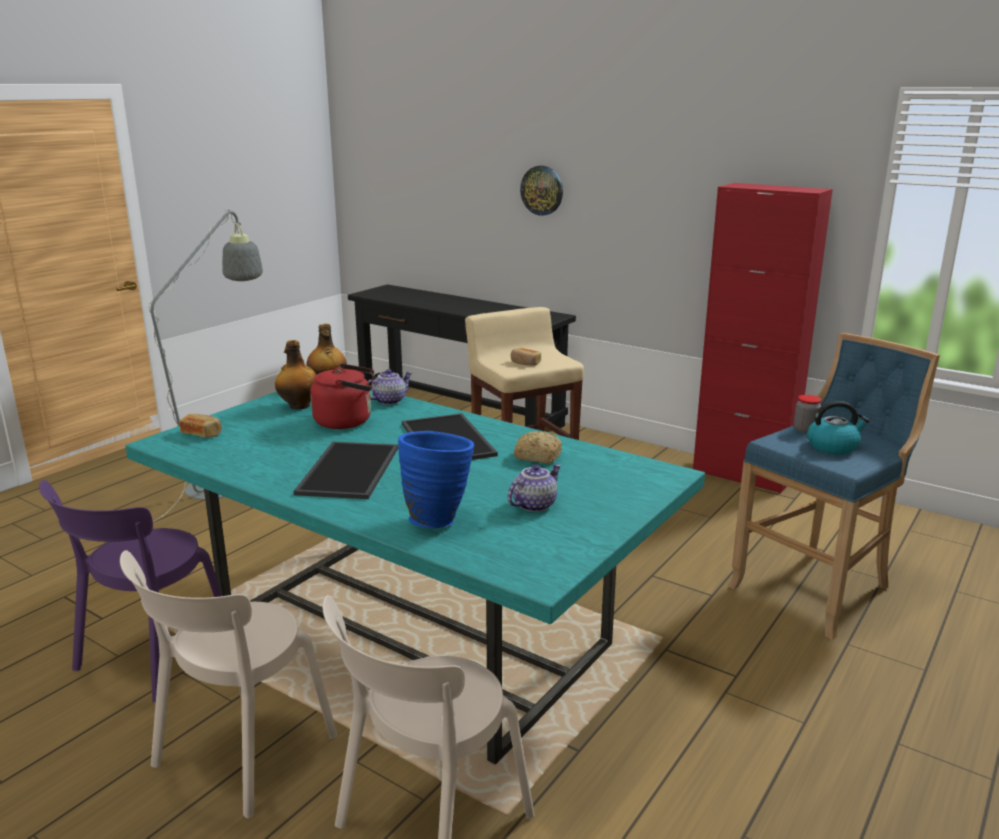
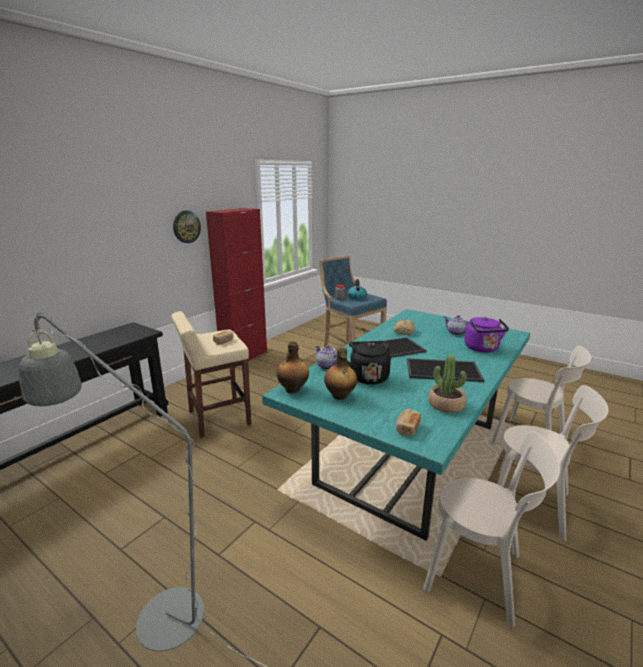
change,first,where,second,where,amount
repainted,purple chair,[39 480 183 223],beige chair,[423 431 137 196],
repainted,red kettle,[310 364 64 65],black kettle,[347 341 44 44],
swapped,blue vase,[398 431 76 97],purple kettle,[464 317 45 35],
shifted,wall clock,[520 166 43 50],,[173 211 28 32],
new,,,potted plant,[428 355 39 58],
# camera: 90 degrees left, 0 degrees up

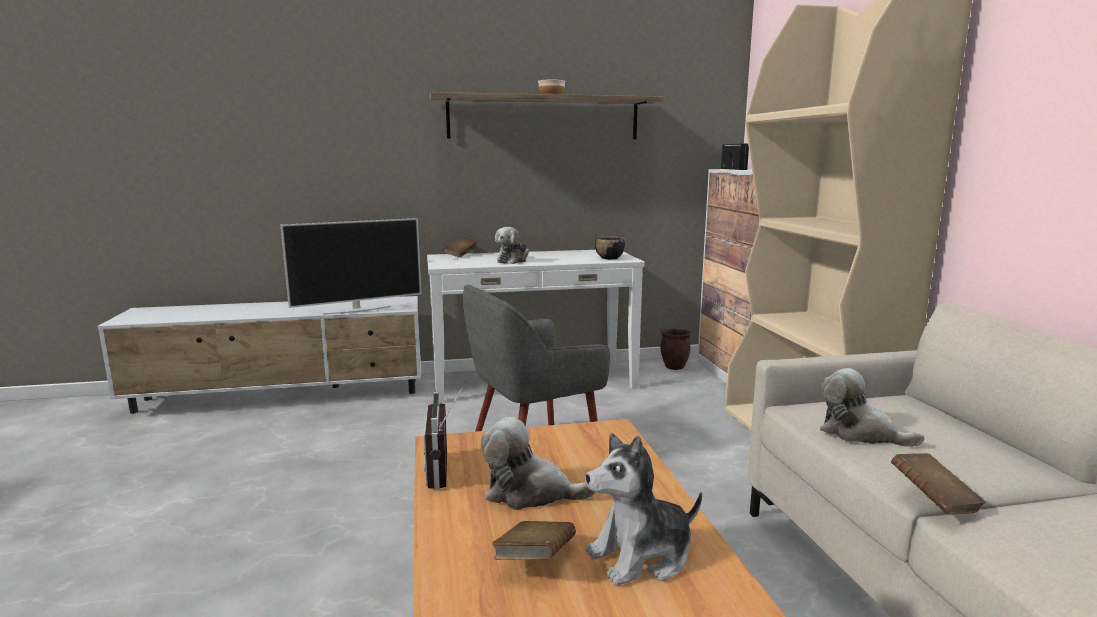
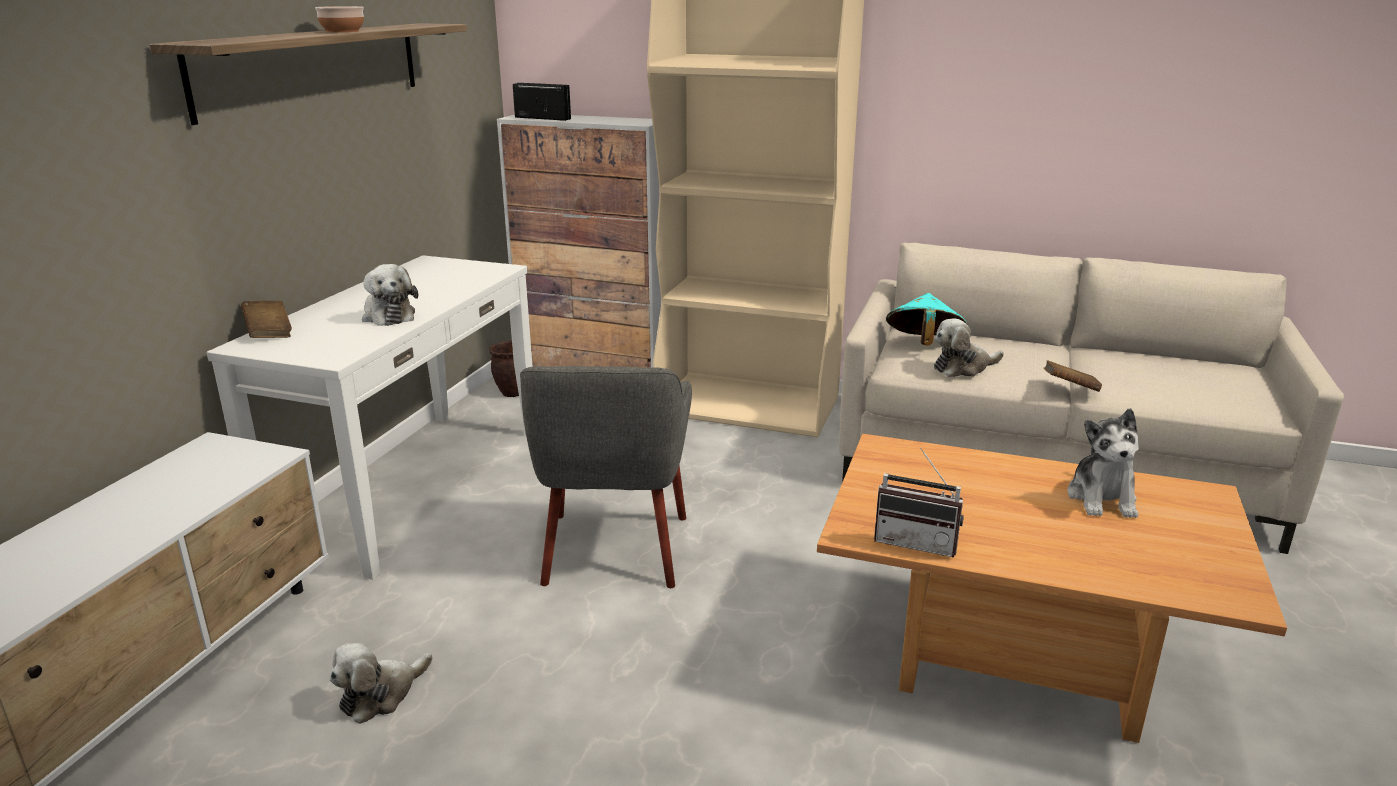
change,first,where,second,where,amount
gone,television,[281 218 140 97],,,
shifted,plush toy,[481 417 114 93],,[329 643 104 81],
gone,brown book,[492 521 84 39],,,
gone,black bowl,[595 236 30 23],,,
new,,,turquoise hat,[886 293 81 53],
# camera: 60 degrees left, 10 degrees up

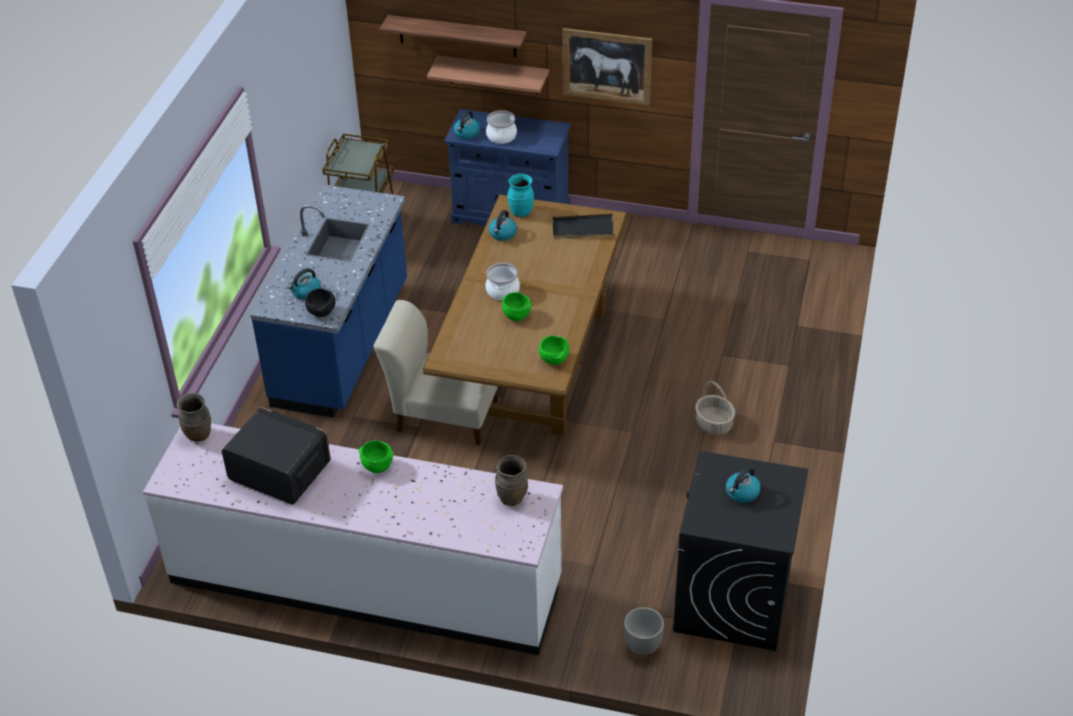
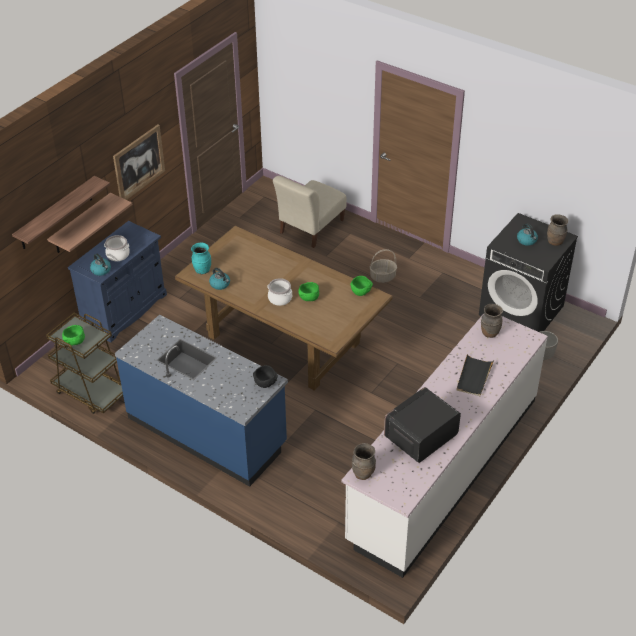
change,first,where,second,where,amount
gone,kettle,[288 268 33 32],,,
shifted,green bowl,[359 440 34 33],,[62 325 23 21],
shifted,beige chair,[374 300 124 145],,[273 176 74 72],
shifted,black tray,[553 213 61 26],,[457 354 37 42],
new,,,brown vase,[547 215 21 31],
# camera: 70 degrees left, 0 degrees up

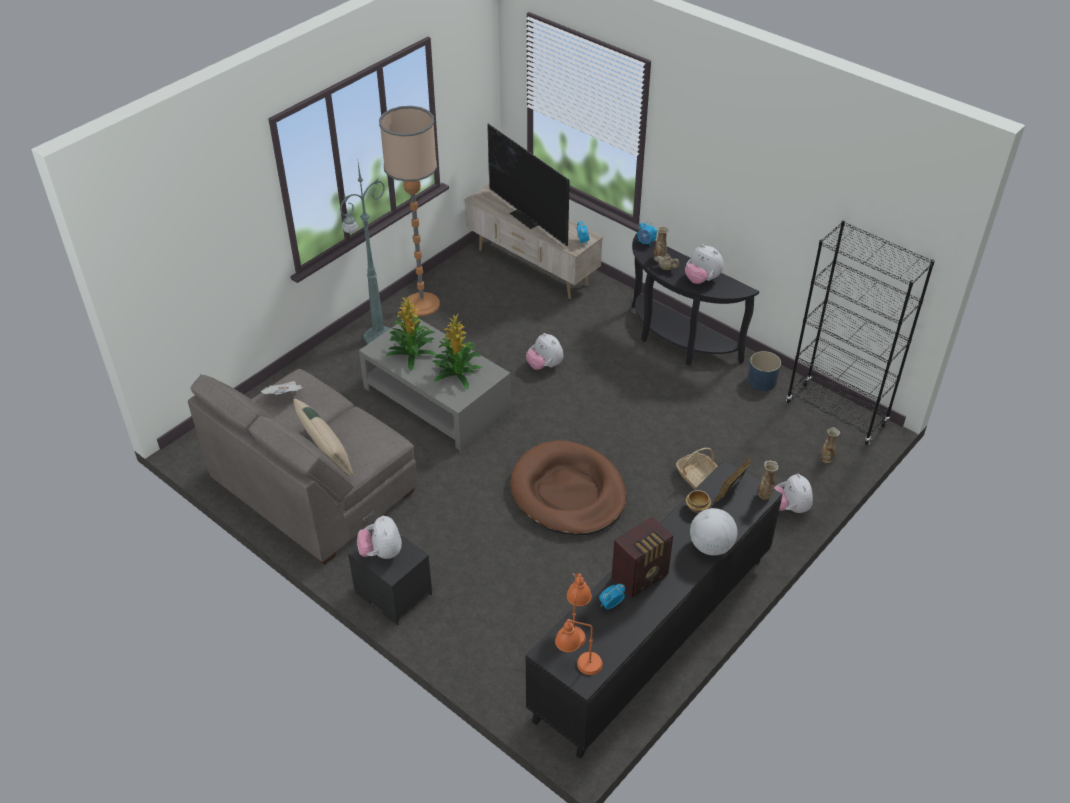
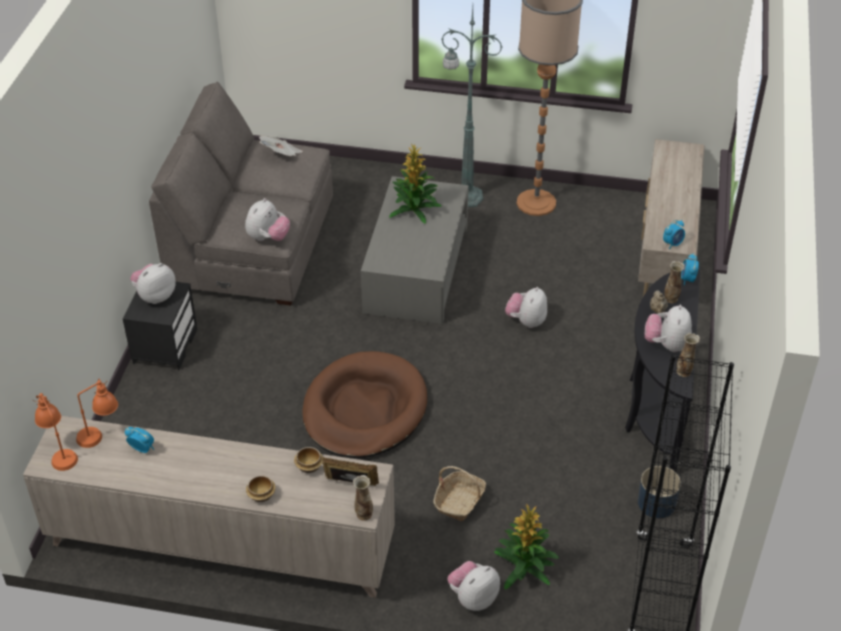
change,first,where,second,where,amount
gone,beige pillow,[294 399 60 77],,,
shifted,potted plant,[433 313 50 76],,[494 505 65 85],
gone,television,[487 123 83 123],,,
repainted,black cabinet,[526 460 256 299],beige cabinet,[23 416 372 182],
gone,radio,[612 517 61 81],,,
swapped,globe,[690 508 47 48],bowl,[246 476 30 26],
shifted,vase,[821 427 19 36],,[677 333 23 44],
new,,,plush toy,[245 198 45 43],
# camera: 60 degrees right, 0 degrees up

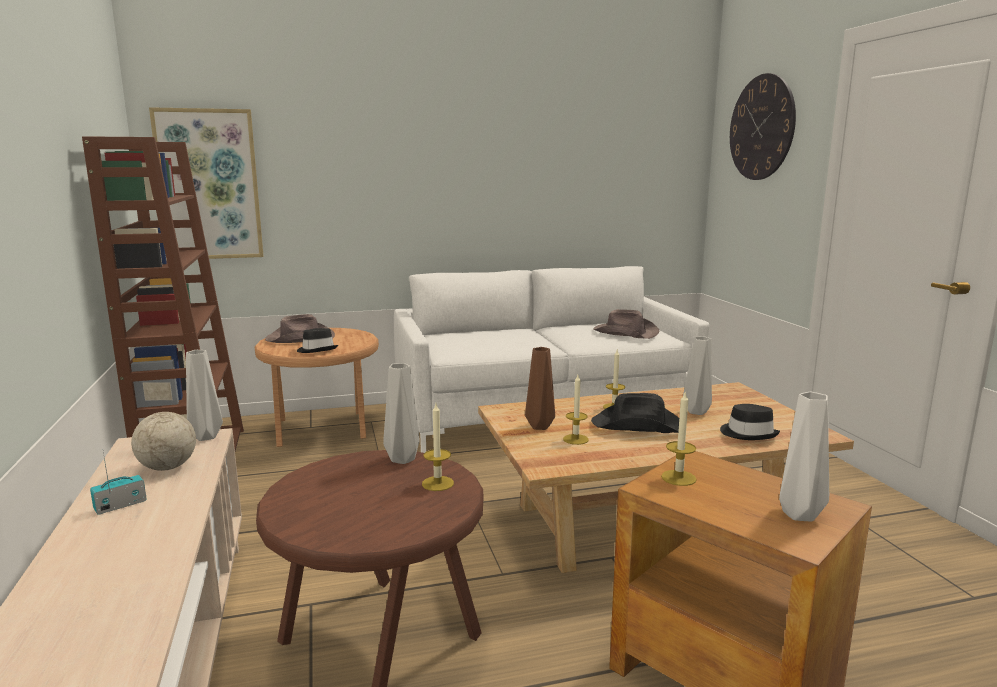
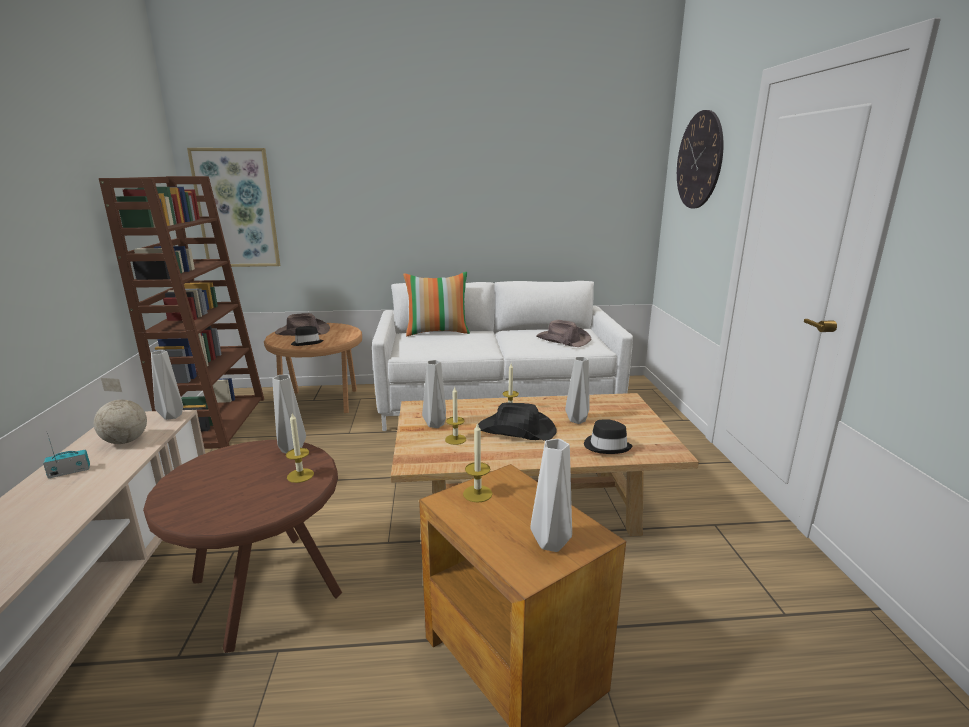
change,first,where,second,where,amount
repainted,brown vase,[525 347 30 83],grey vase,[422 360 24 68],
new,,,pillow,[403 272 67 64],
# camera: 10 degrees right, 5 degrees up

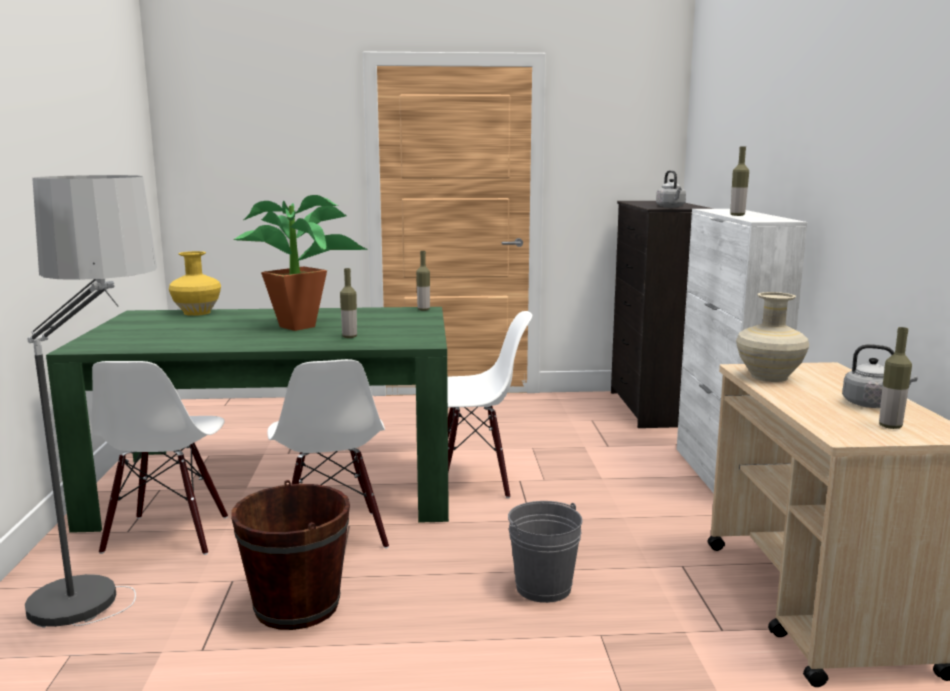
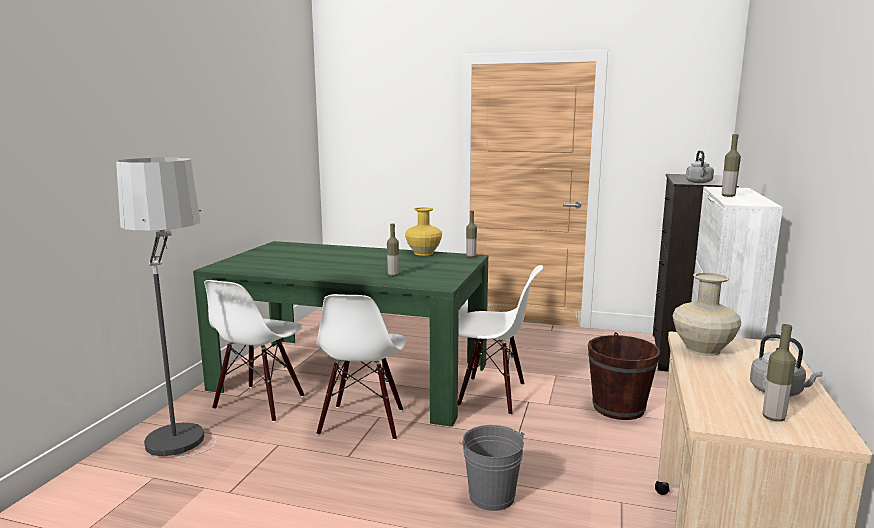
change,first,where,second,where,amount
shifted,yellow vase,[169 251 52 65],,[405 207 37 49],
shifted,brown bucket,[231 480 119 150],,[588 332 72 88],
gone,potted plant,[233 195 134 136],,,
# camera: 20 degrees right, 0 degrees up

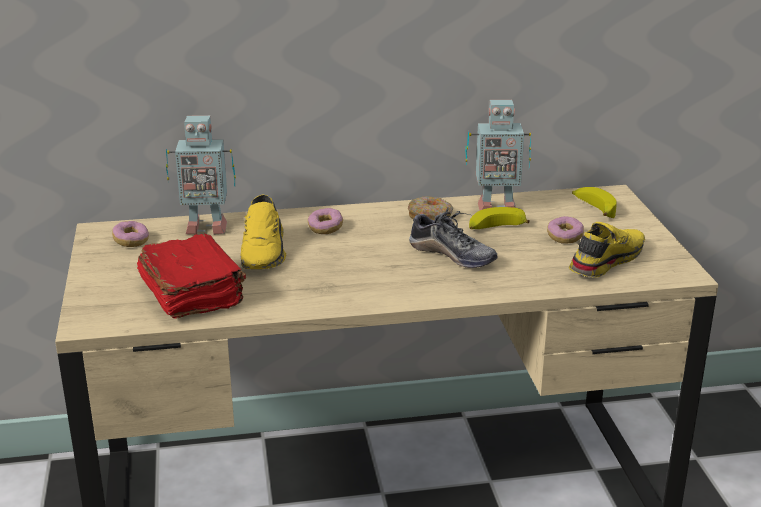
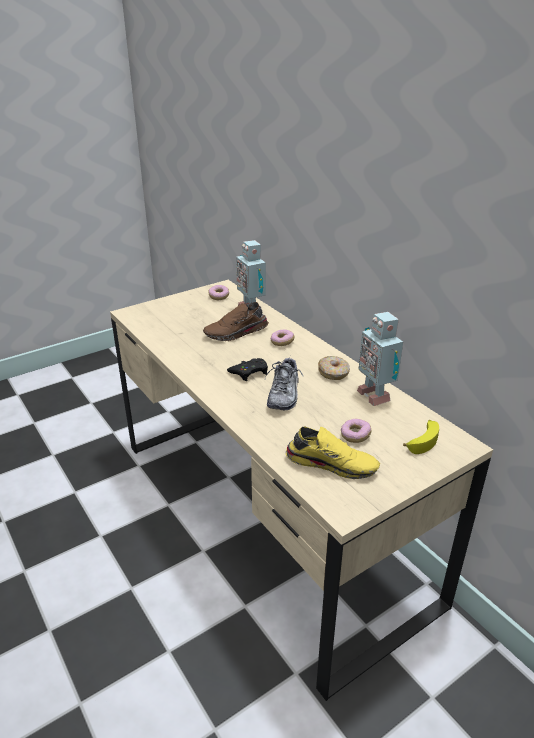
change,first,where,second,where,amount
gone,red book,[137 234 109 85],,,
repainted,yellow shoe,[240 195 46 74],brown shoe,[203 302 66 39],
gone,banana,[469 207 61 22],,,
new,,,black game controller,[227 358 41 23],
# camera: 65 degrees right, 5 degrees up

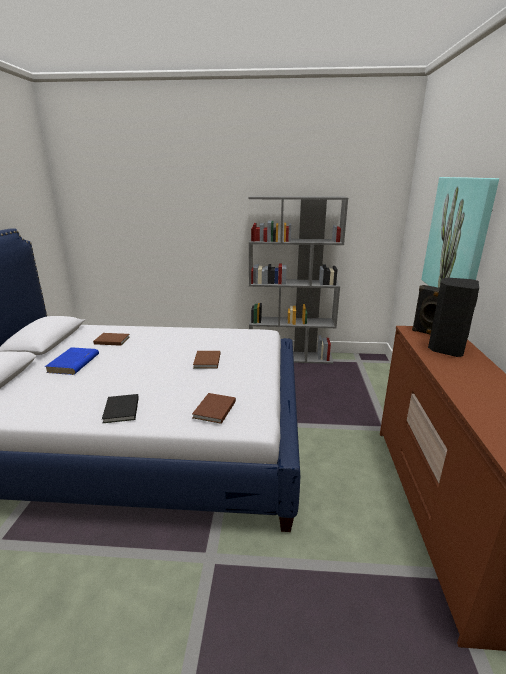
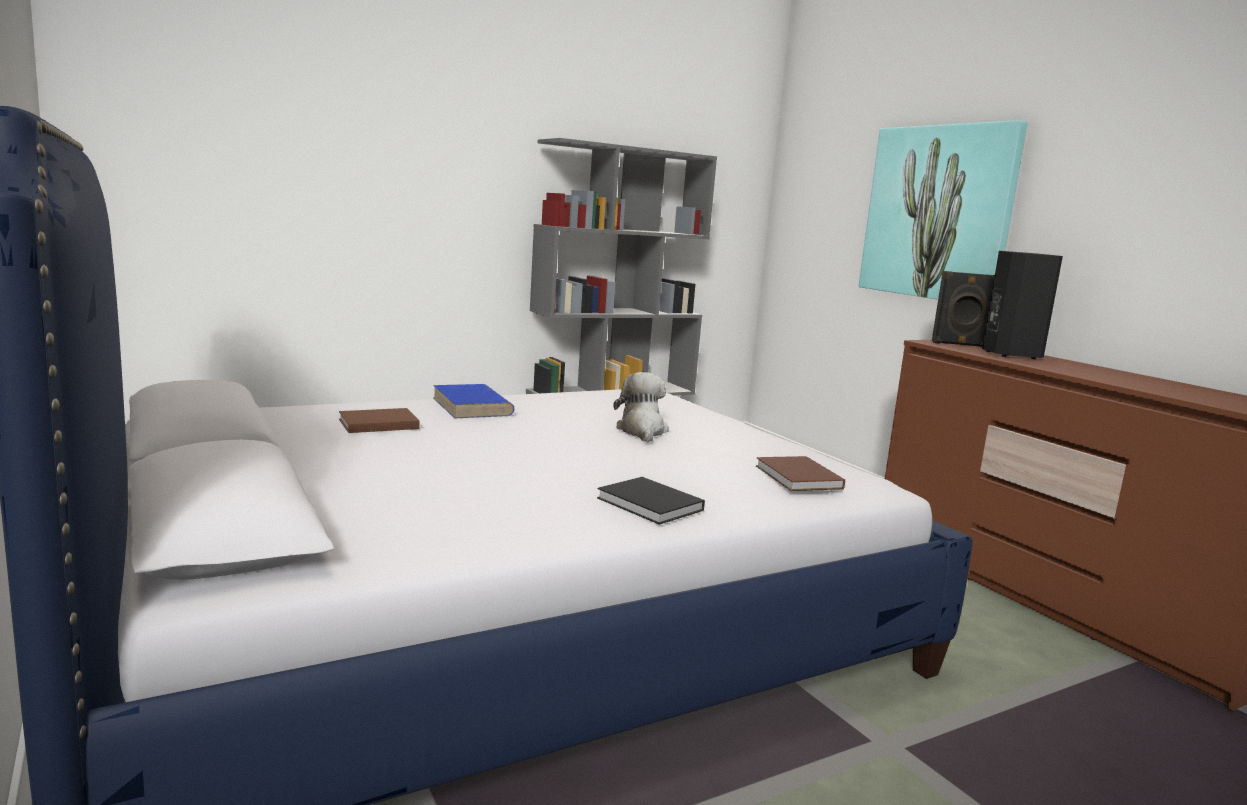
change,first,where,second,where,amount
shifted,blue book,[45 347 54 28],,[433 384 81 34],
swapped,brown book,[193 351 27 17],plush toy,[614 372 55 70],
# camera: 35 degrees left, 10 degrees down

